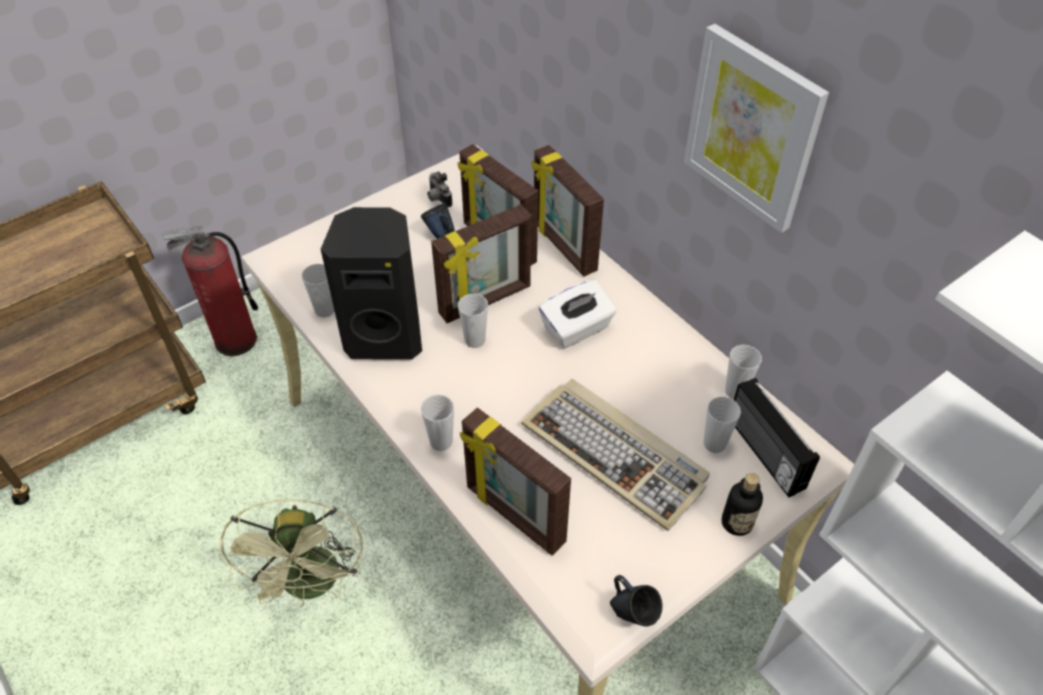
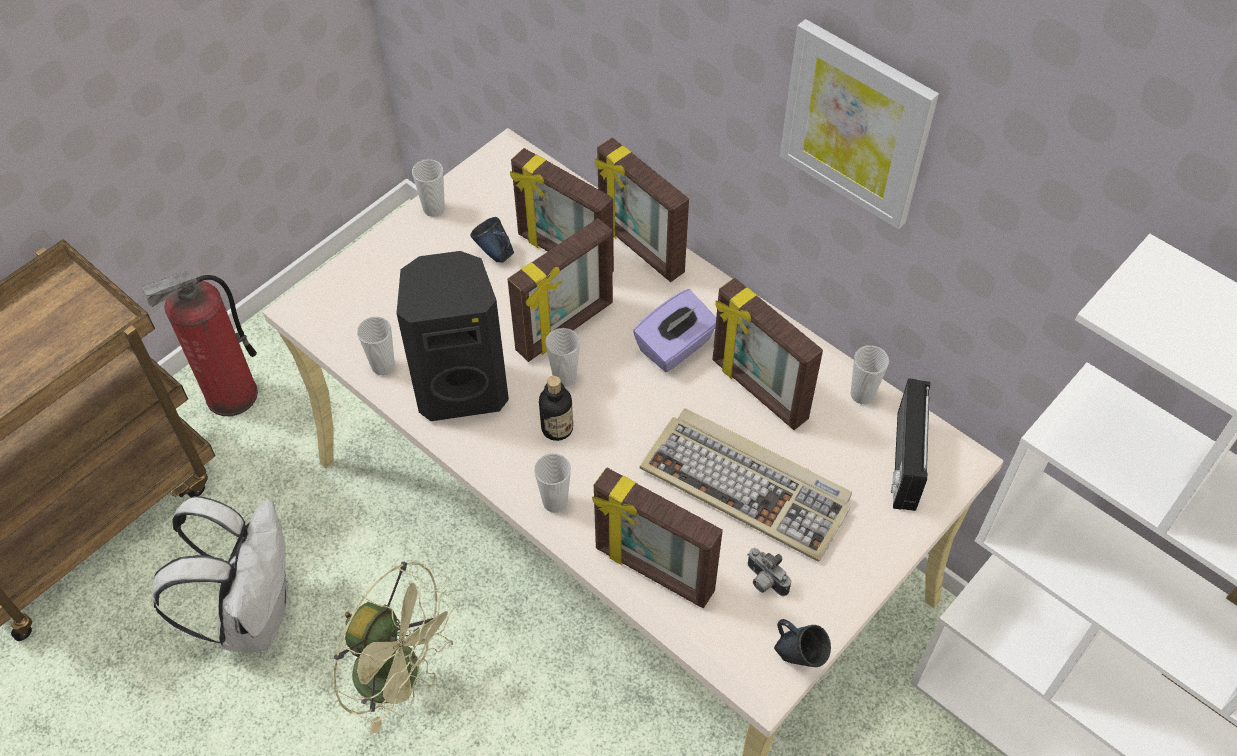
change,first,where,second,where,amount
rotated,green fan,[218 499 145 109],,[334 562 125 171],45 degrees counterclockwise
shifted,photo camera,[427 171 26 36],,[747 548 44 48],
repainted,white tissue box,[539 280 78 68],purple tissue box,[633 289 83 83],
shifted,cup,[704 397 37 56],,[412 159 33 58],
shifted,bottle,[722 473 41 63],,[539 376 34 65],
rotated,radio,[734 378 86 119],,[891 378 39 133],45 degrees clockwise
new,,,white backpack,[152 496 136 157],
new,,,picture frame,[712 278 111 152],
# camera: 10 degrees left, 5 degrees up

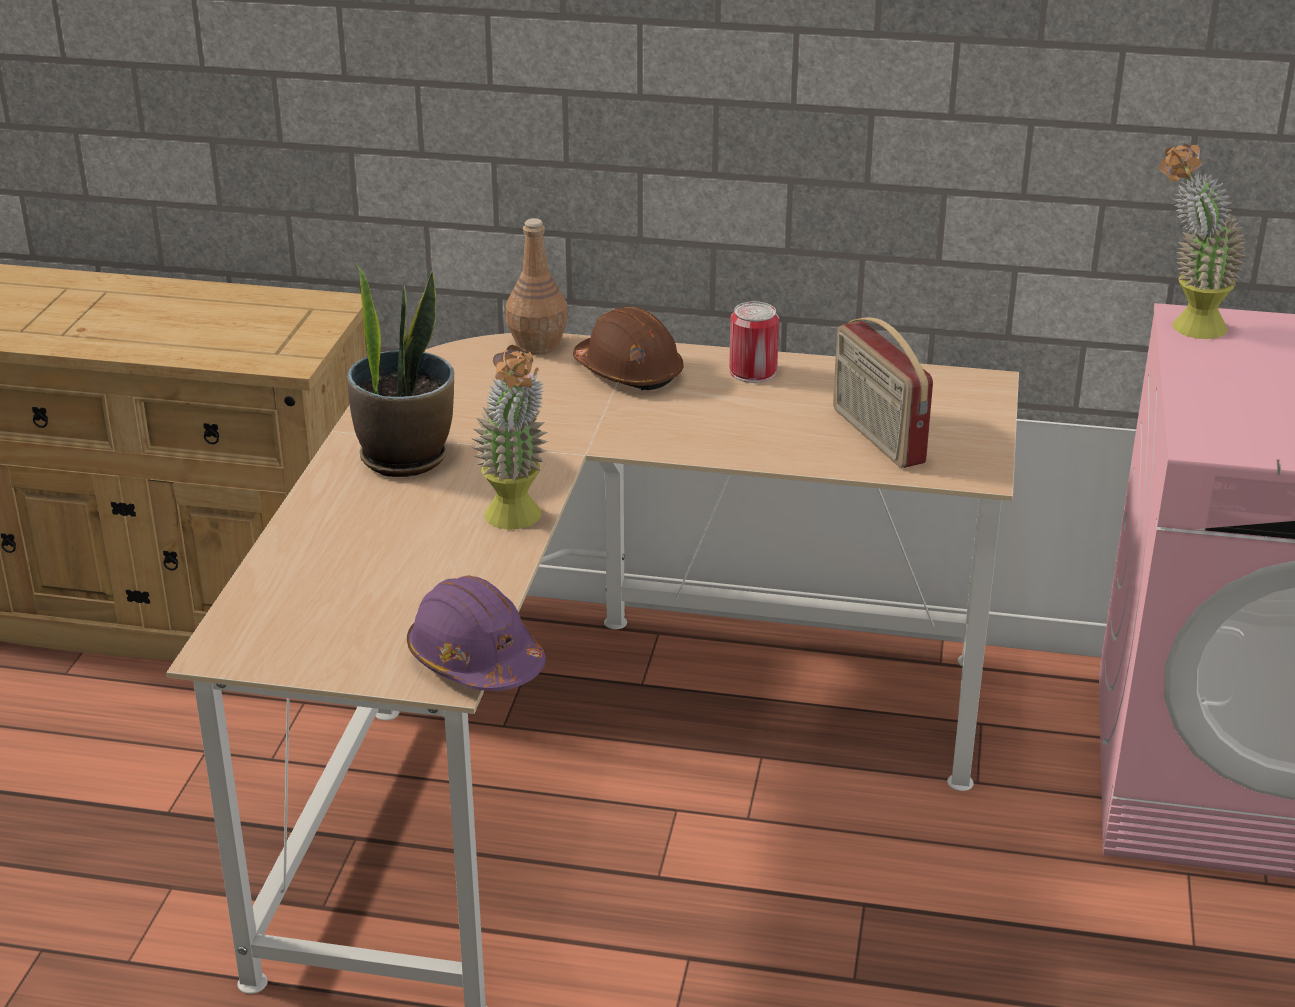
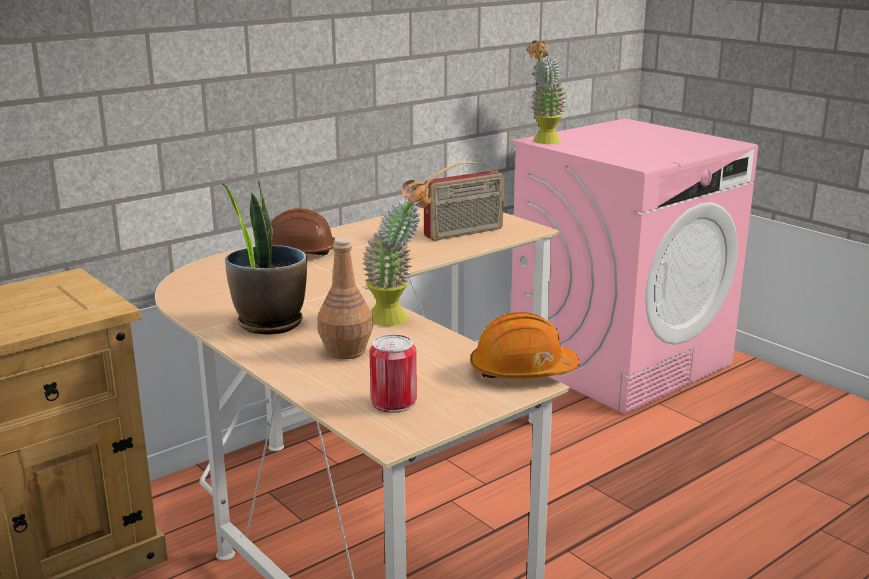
change,first,where,second,where,amount
repainted,purple hard hat,[407 576 139 115],orange hard hat,[470 312 110 66],
shifted,brown bottle,[506 218 62 137],,[317 237 56 122],
shifted,can,[729 302 50 81],,[369 334 48 79],
rotated,radio,[833 317 100 151],,[424 162 80 78],45 degrees counterclockwise
# camera: 50 degrees left, 10 degrees down

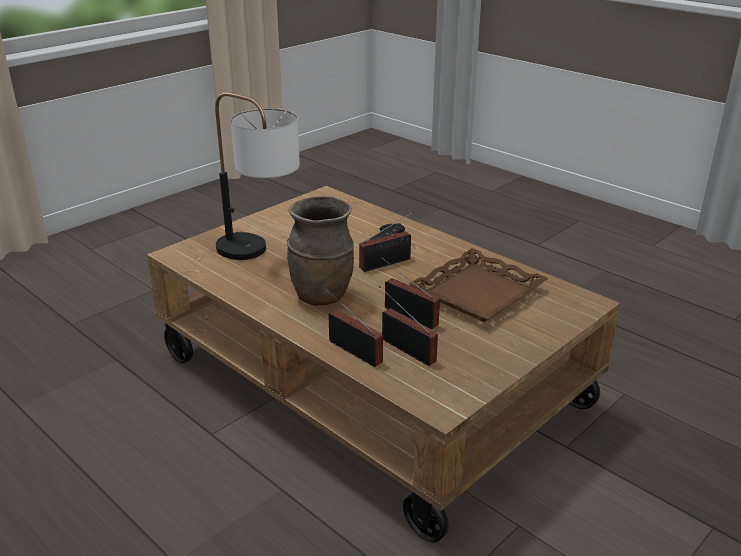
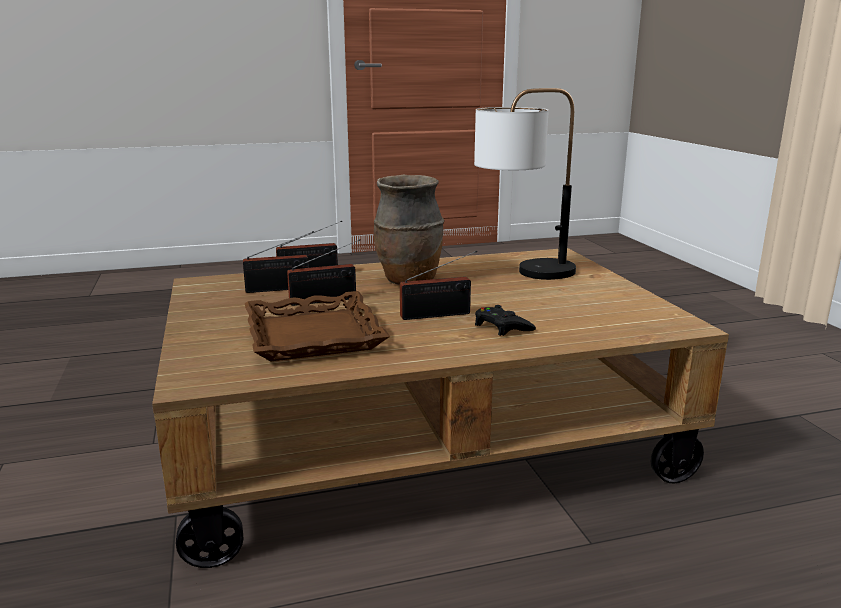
change,first,where,second,where,amount
rotated,radio,[359 211 55 61],,[400 251 77 69],105 degrees counterclockwise
# camera: 120 degrees right, 10 degrees down

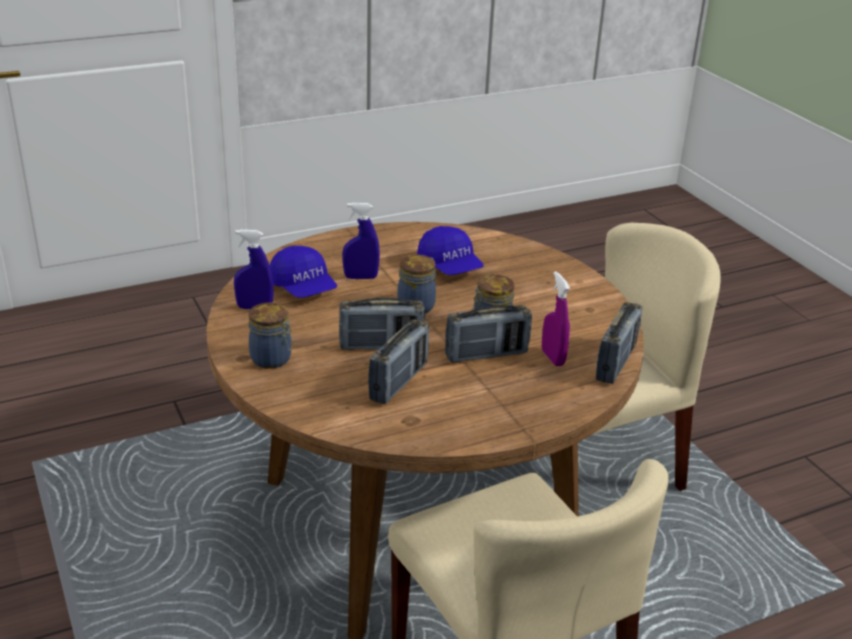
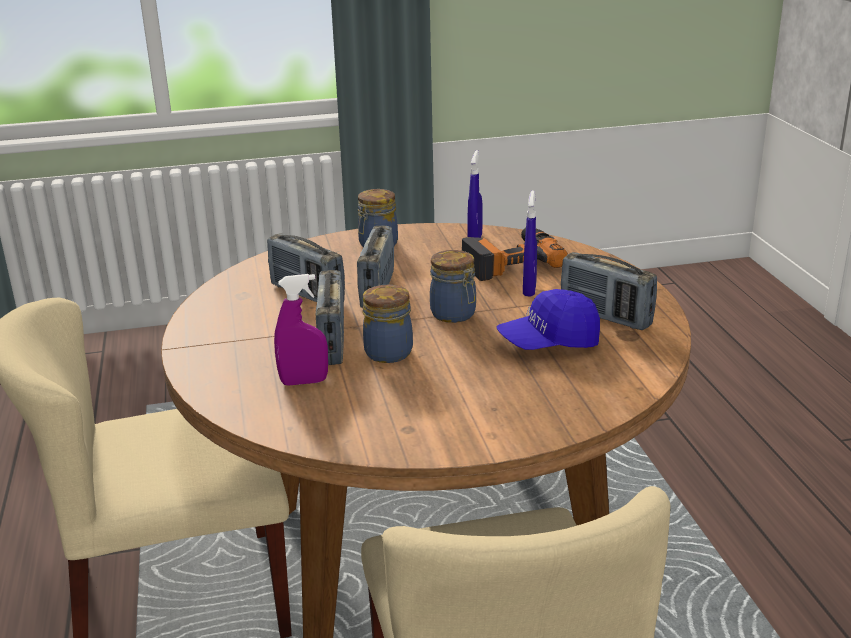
change,first,where,second,where,amount
swapped,blue cap,[270 246 67 52],power drill,[462 228 106 53],
shifted,radio,[596 302 46 82],,[561 252 96 78],
# camera: 105 degrees right, 5 degrees down

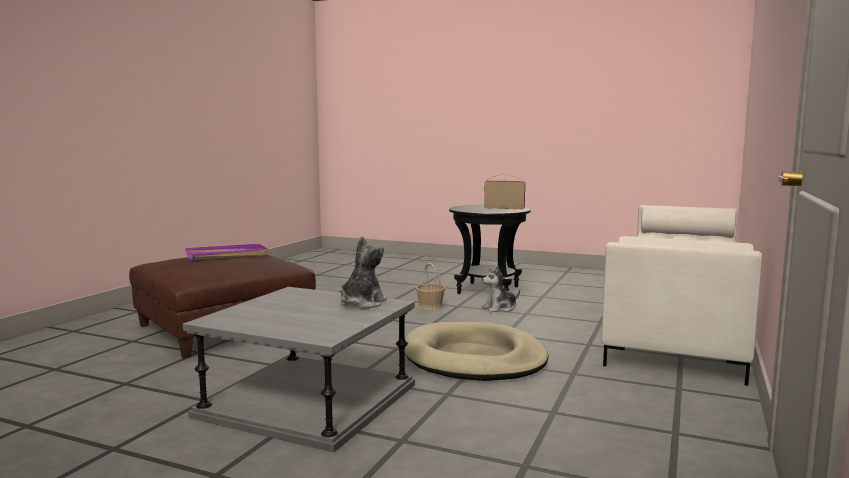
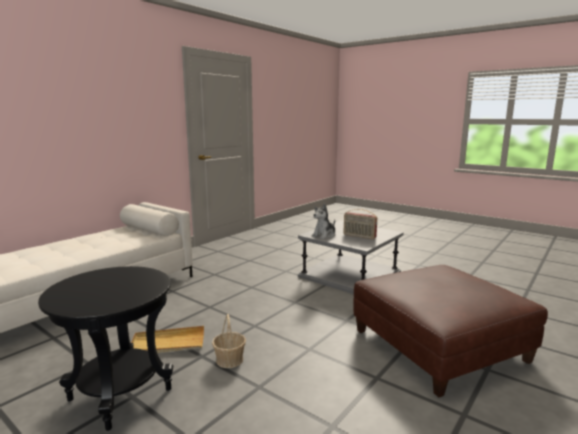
change,first,where,second,where,amount
gone,purple tray,[186 244 83 16],,,
gone,beige dog bed,[405 322 144 59],,,
swapped,plush toy,[482 266 38 46],beige tray,[131 326 73 27],
shifted,radio,[484 174 42 35],,[344 209 33 30],
# camera: 165 degrees left, 5 degrees up

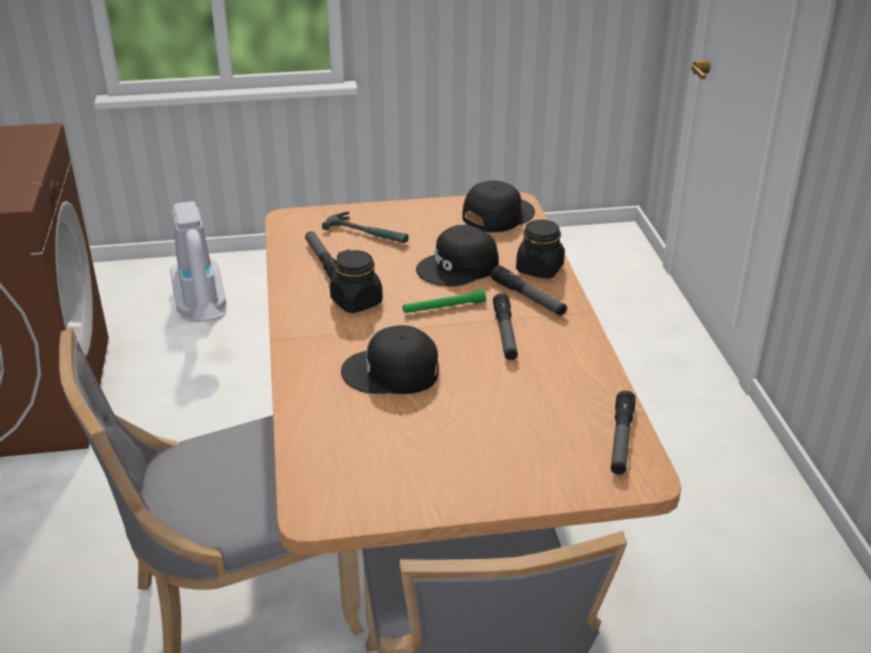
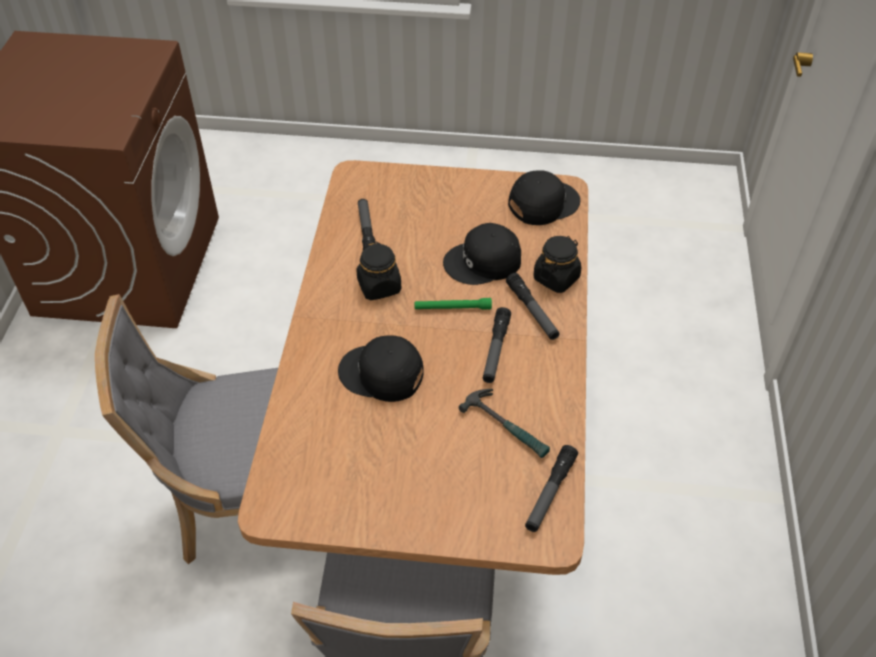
change,first,where,second,where,amount
gone,vacuum cleaner,[170 201 56 121],,,
shifted,hammer,[322 212 87 32],,[458 389 92 69],
# camera: 15 degrees right, 15 degrees up

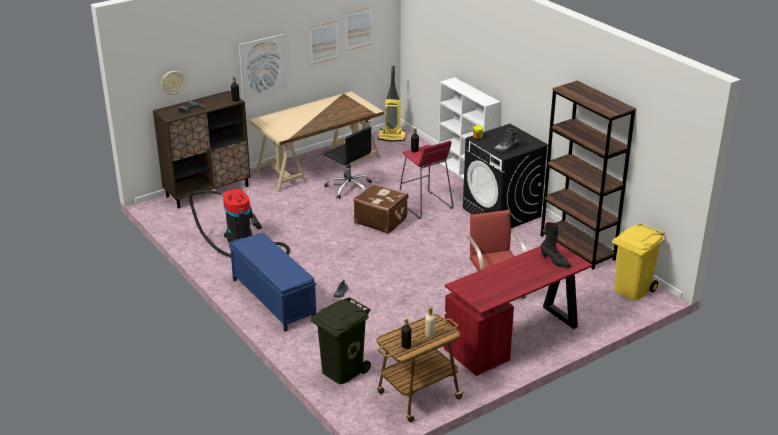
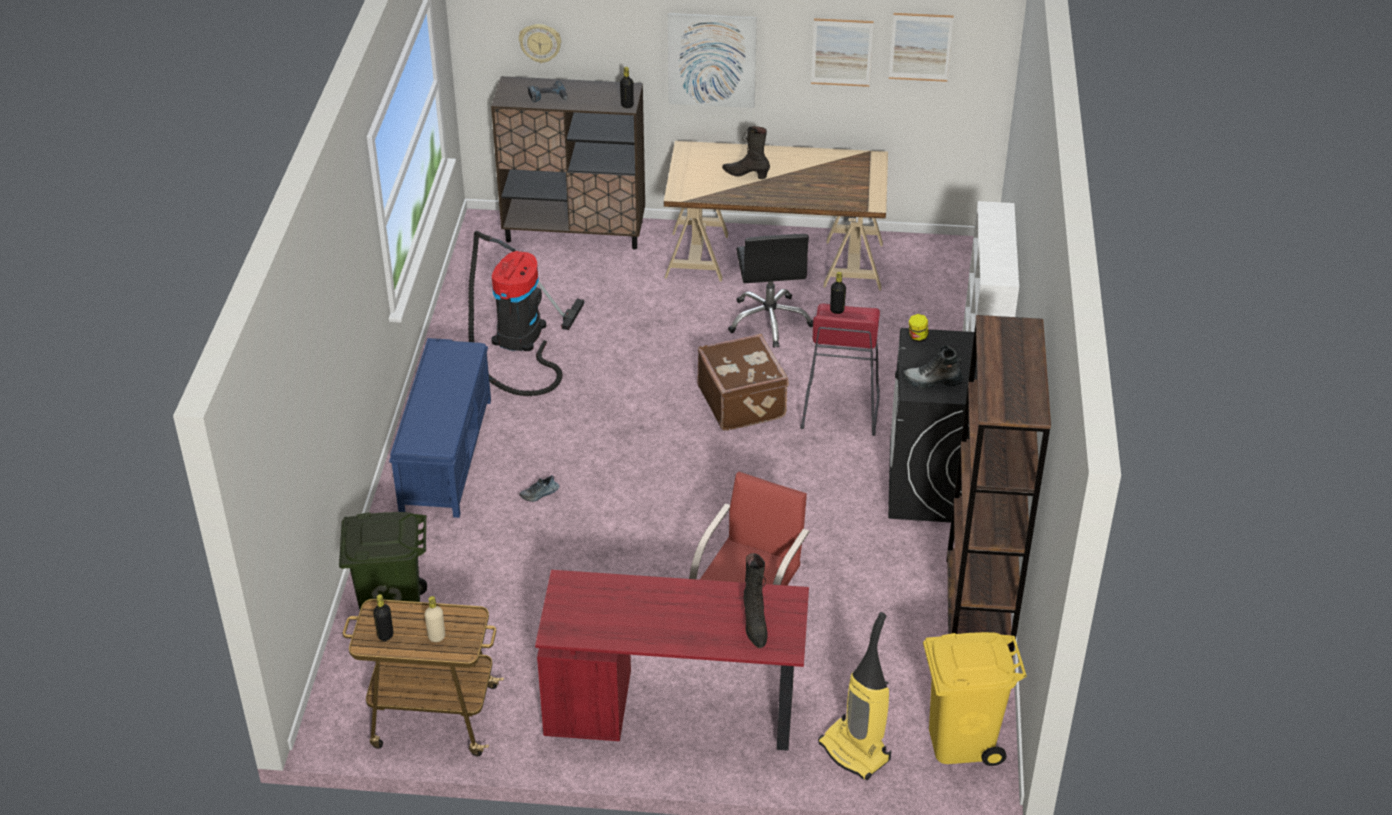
change,first,where,second,where,amount
shifted,vacuum cleaner,[378 66 28 76],,[818 612 73 168],
new,,,black boot,[722 126 48 53],
# camera: 40 degrees right, 10 degrees up

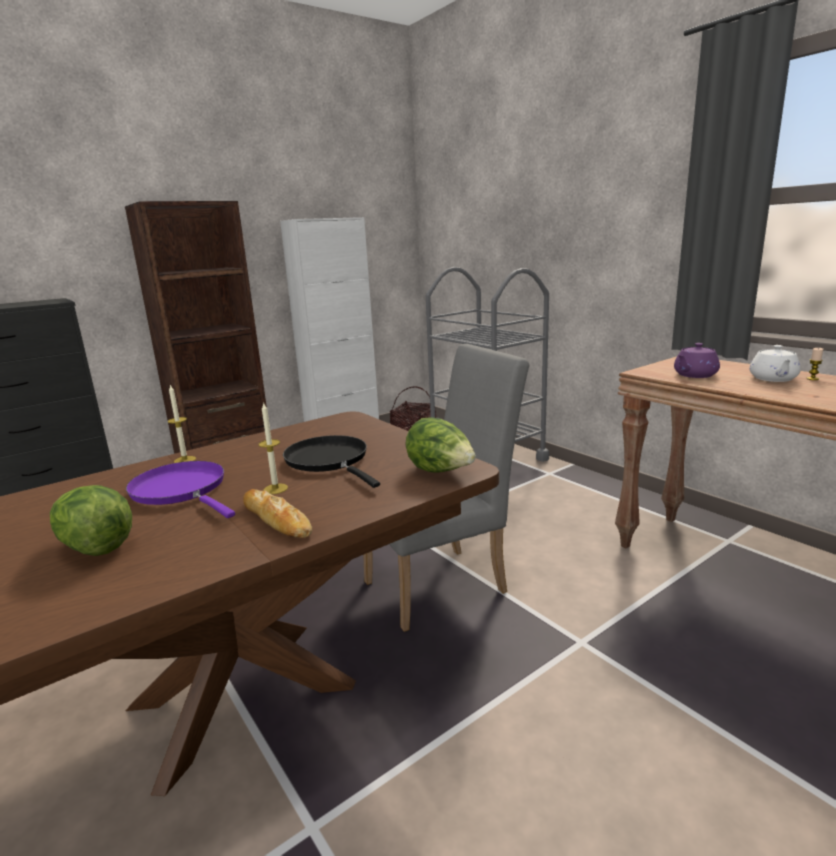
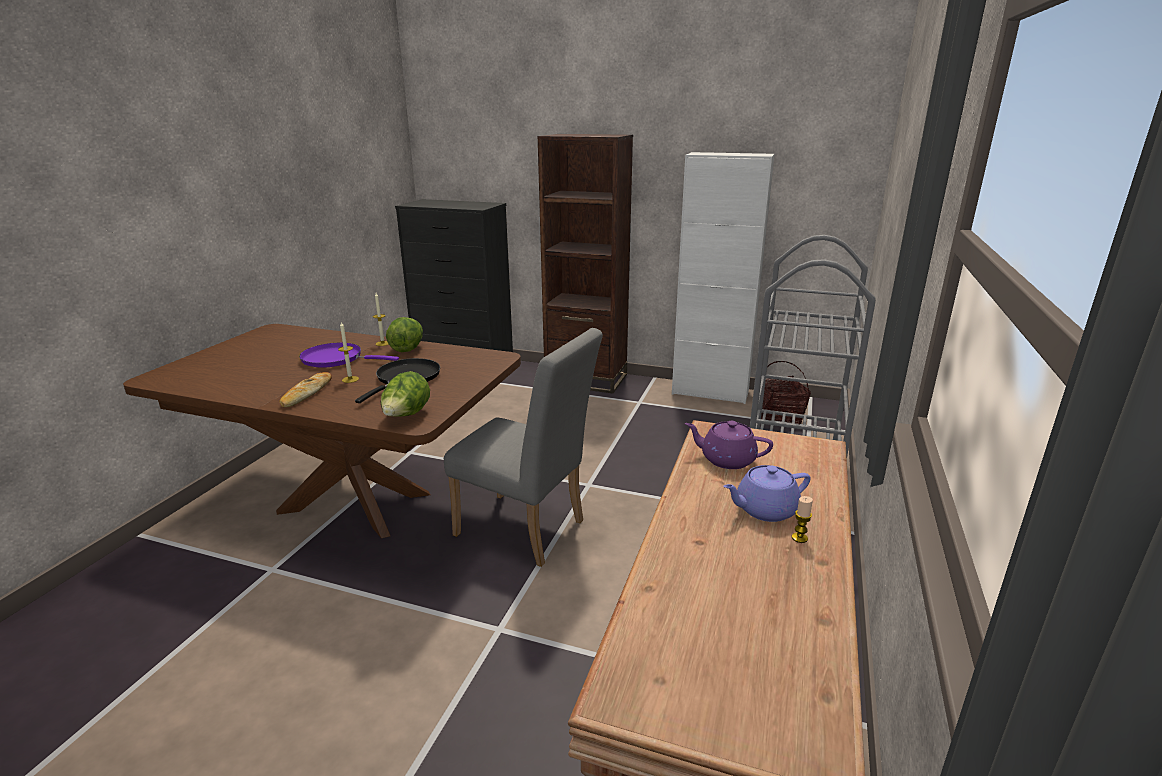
change,first,where,second,where,amount
shifted,lettuce,[50 485 82 71],,[386 317 37 35],
rotated,purple frying pan,[126 461 109 57],,[299 343 100 25],90 degrees counterclockwise
repainted,white teapot,[750 345 51 37],purple teapot,[723 465 88 57],
# camera: 55 degrees right, 5 degrees up

